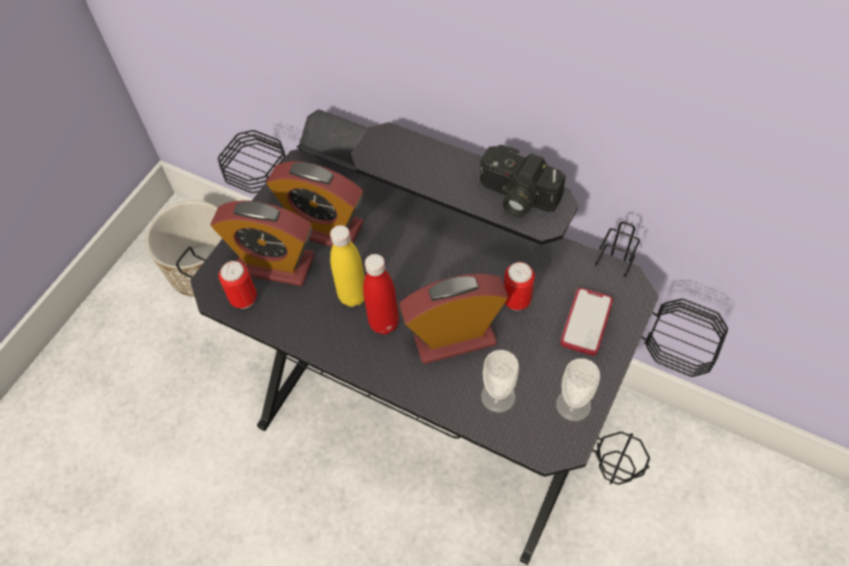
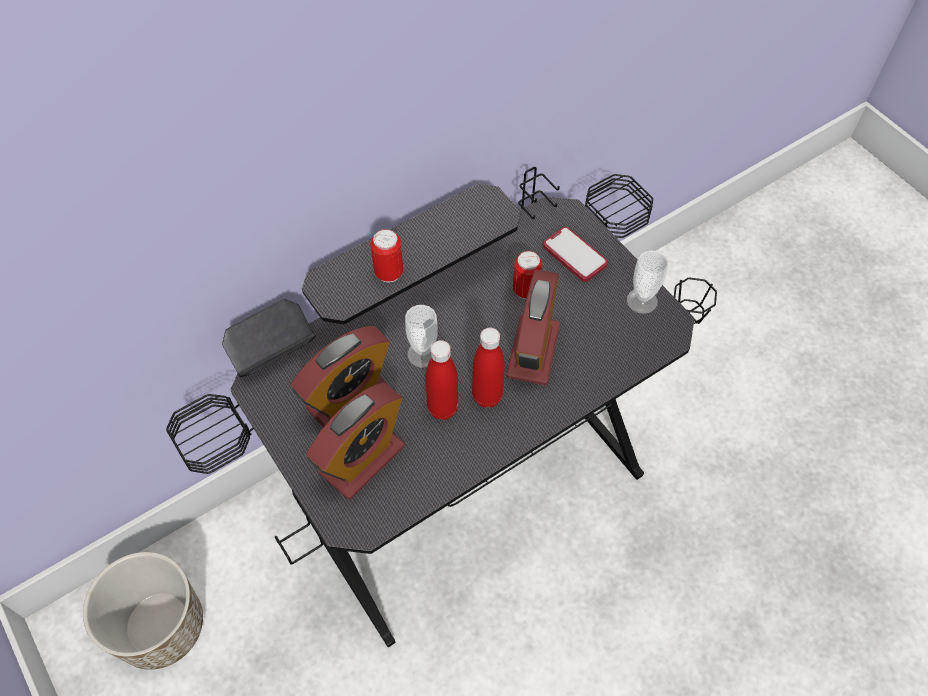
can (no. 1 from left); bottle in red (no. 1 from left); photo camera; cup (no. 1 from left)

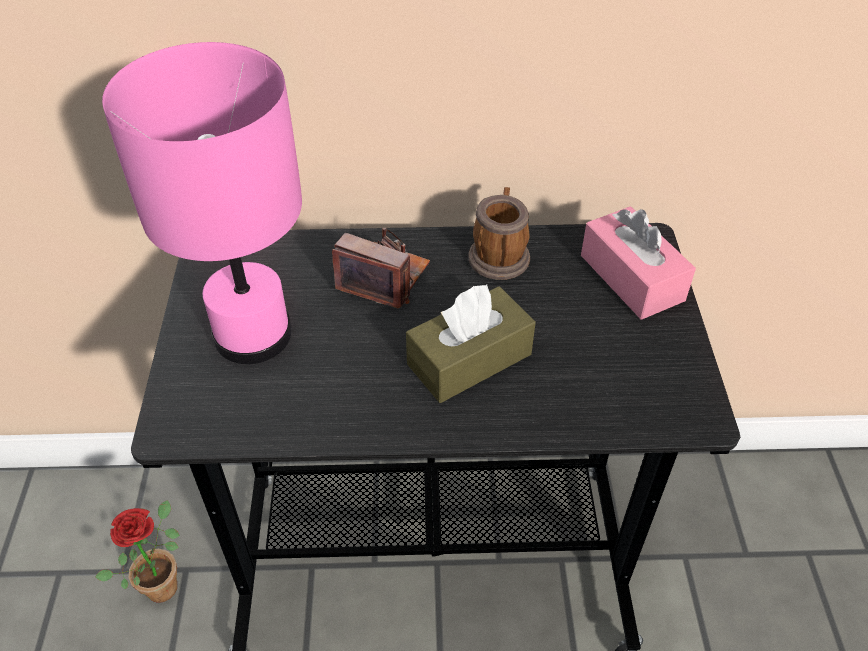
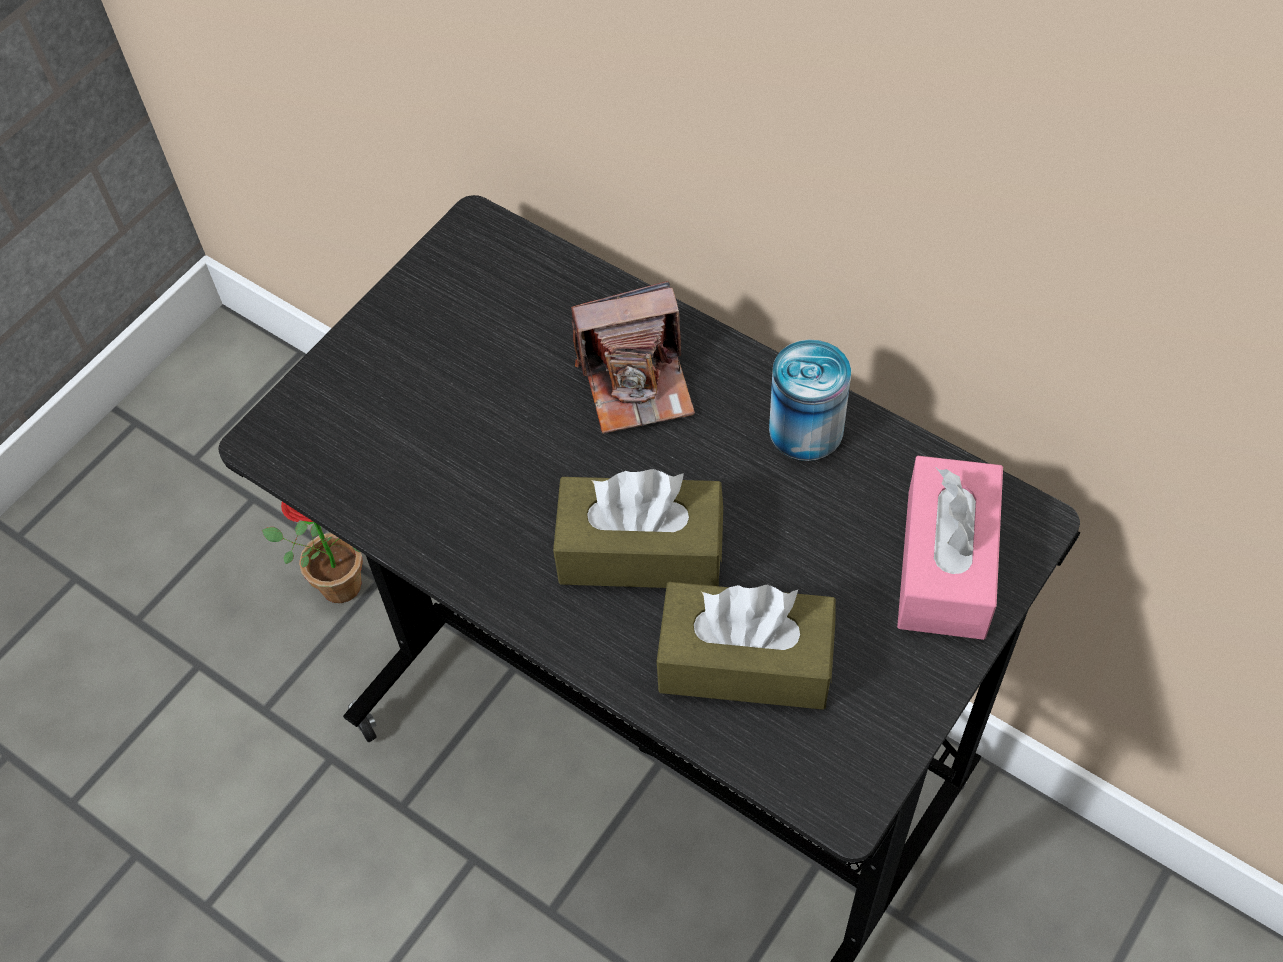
table lamp in pink; photo camera; can; tissue box in brown (no. 2 from left)

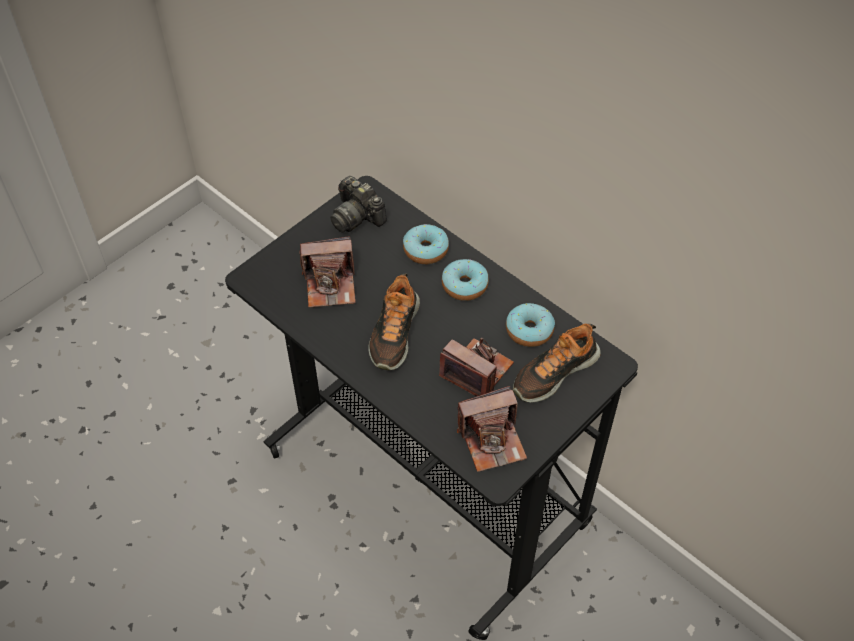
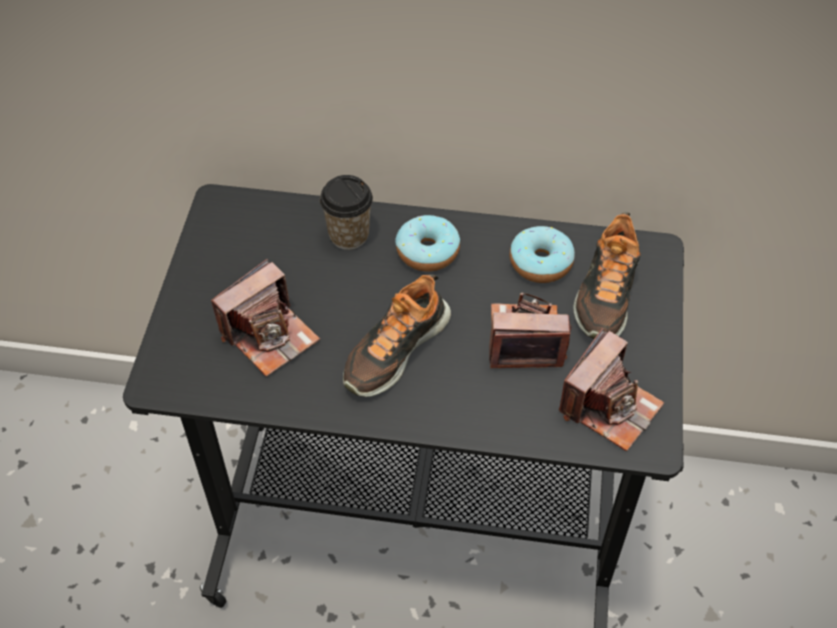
photo camera (no. 2 from left in the first image); shoe (no. 1 from left); cup

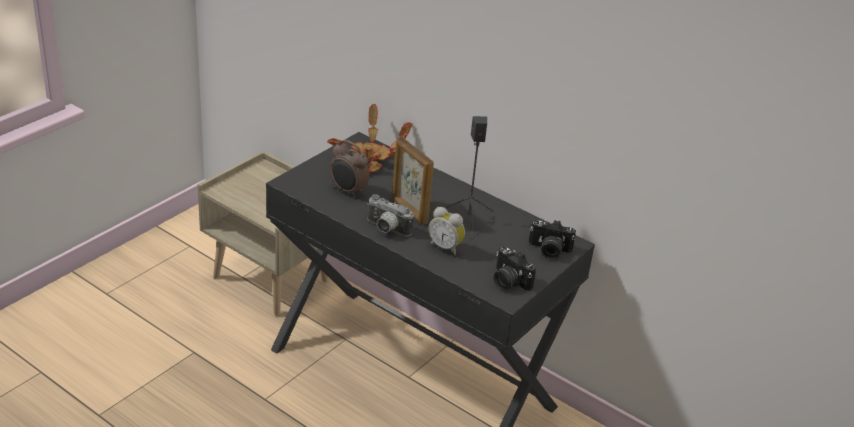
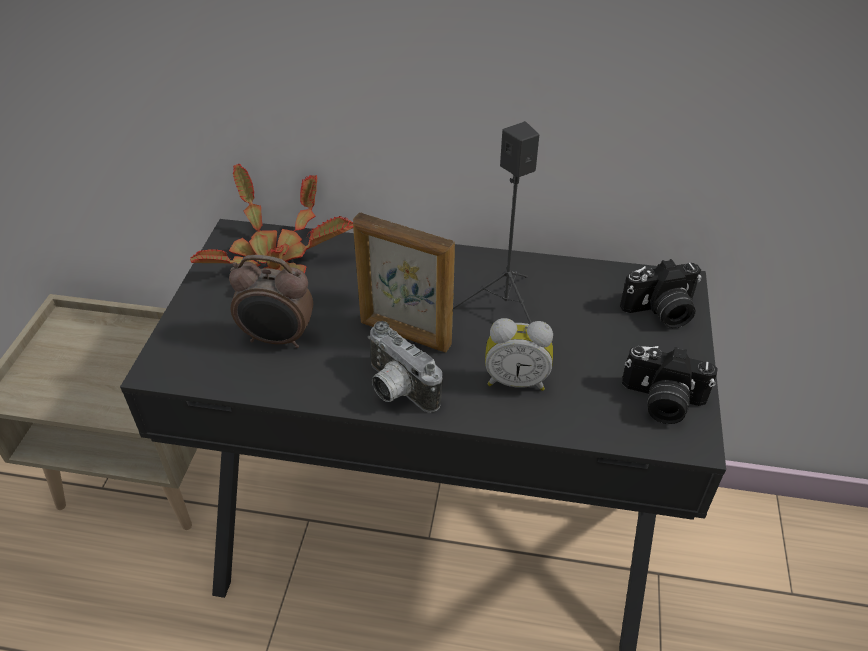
photo camera (no. 1 from left)

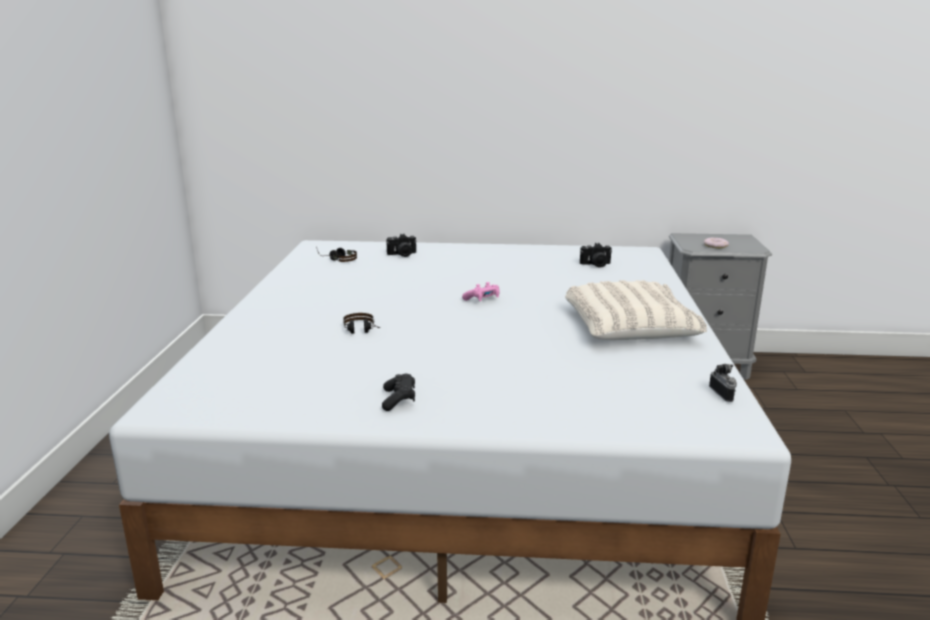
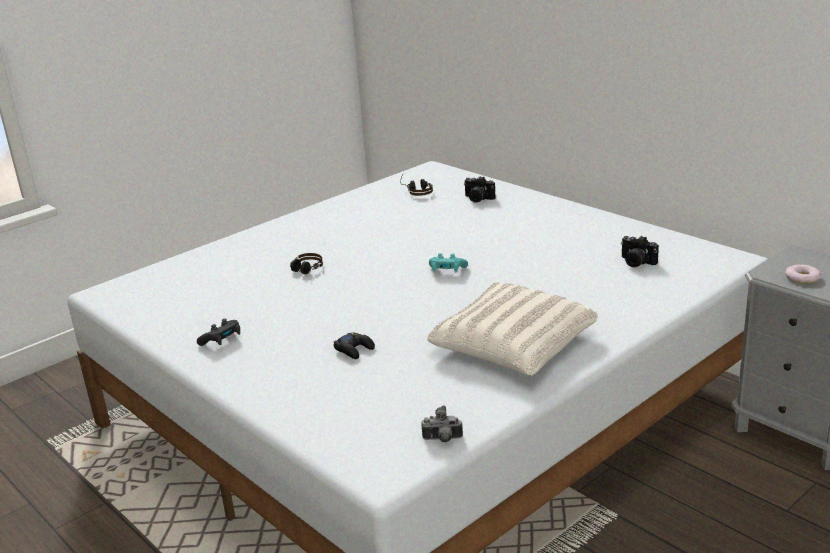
game controller in turquoise; photo camera (no. 1 from left); game controller in black (no. 2 from left)

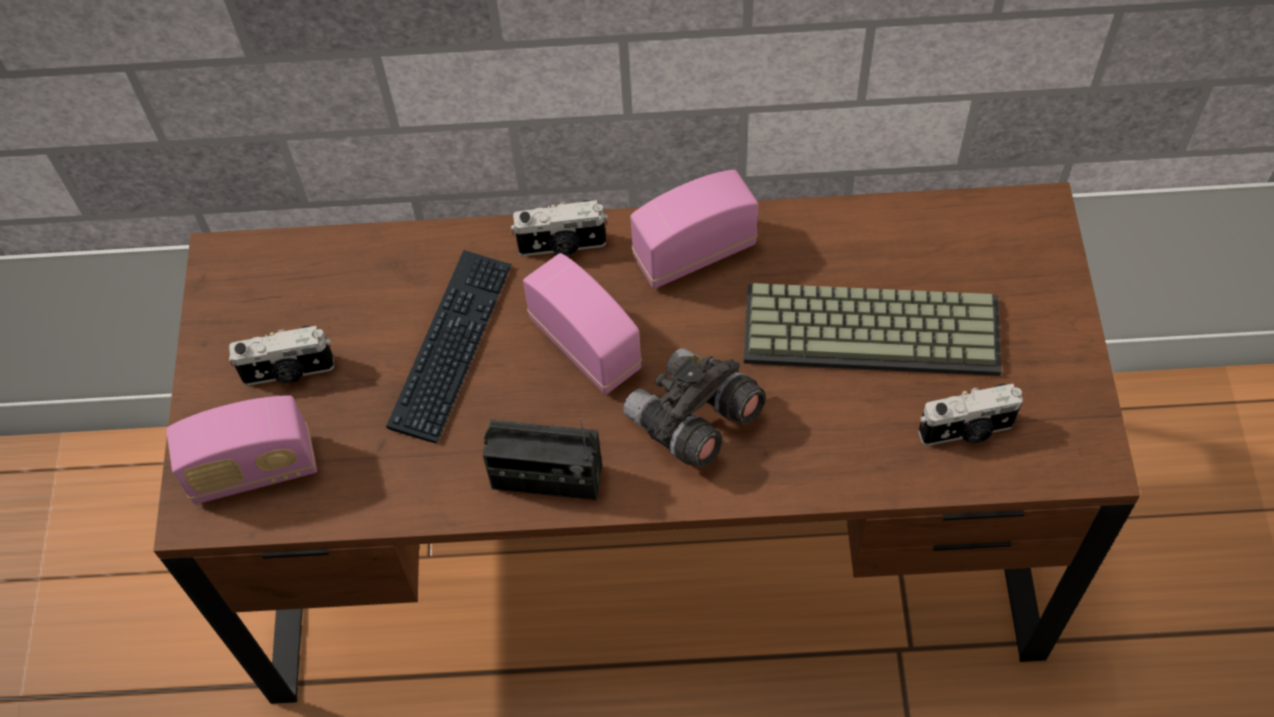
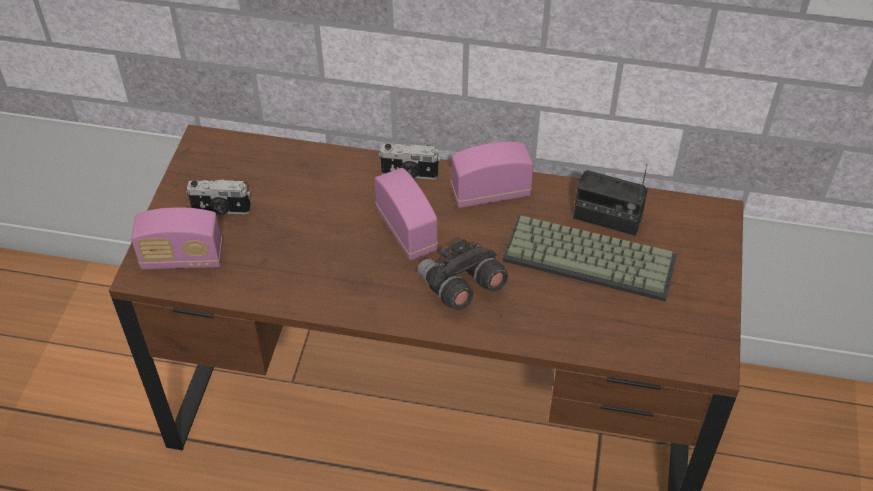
keyboard (no. 1 from left in the first image); radio (no. 4 from left); photo camera (no. 3 from left in the first image)

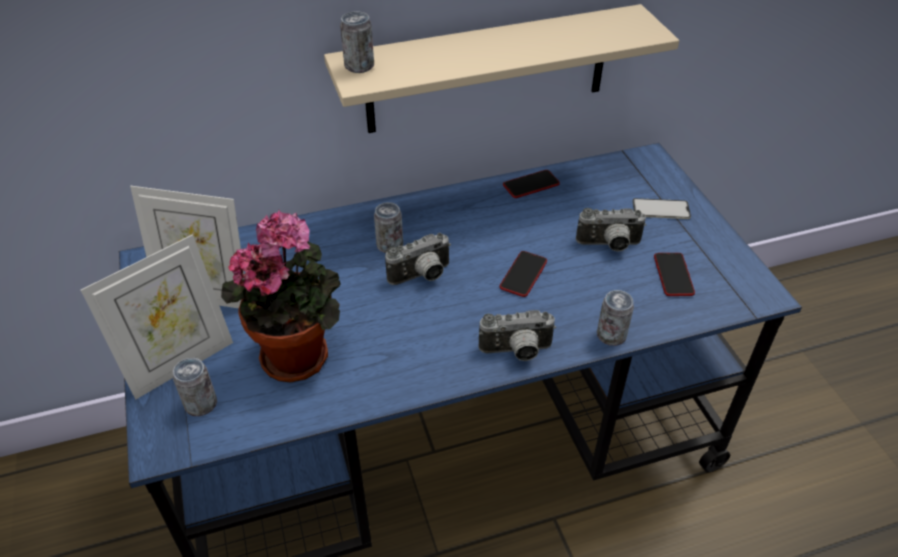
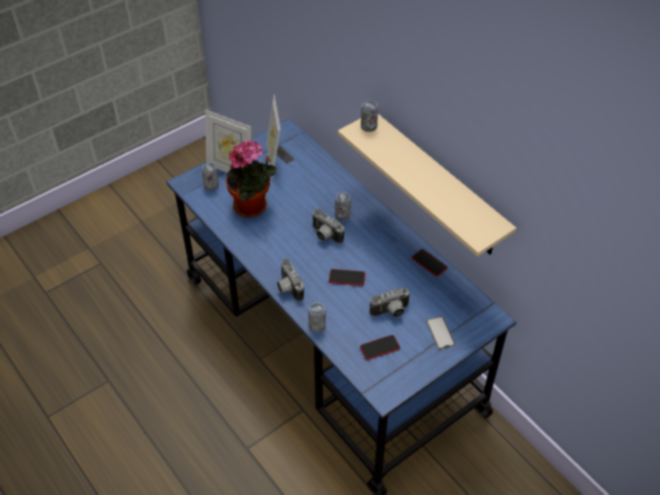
photo camera (no. 3 from left)

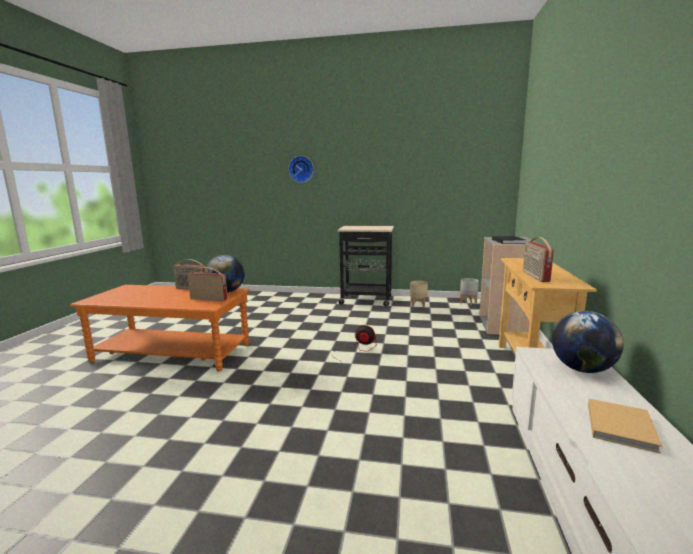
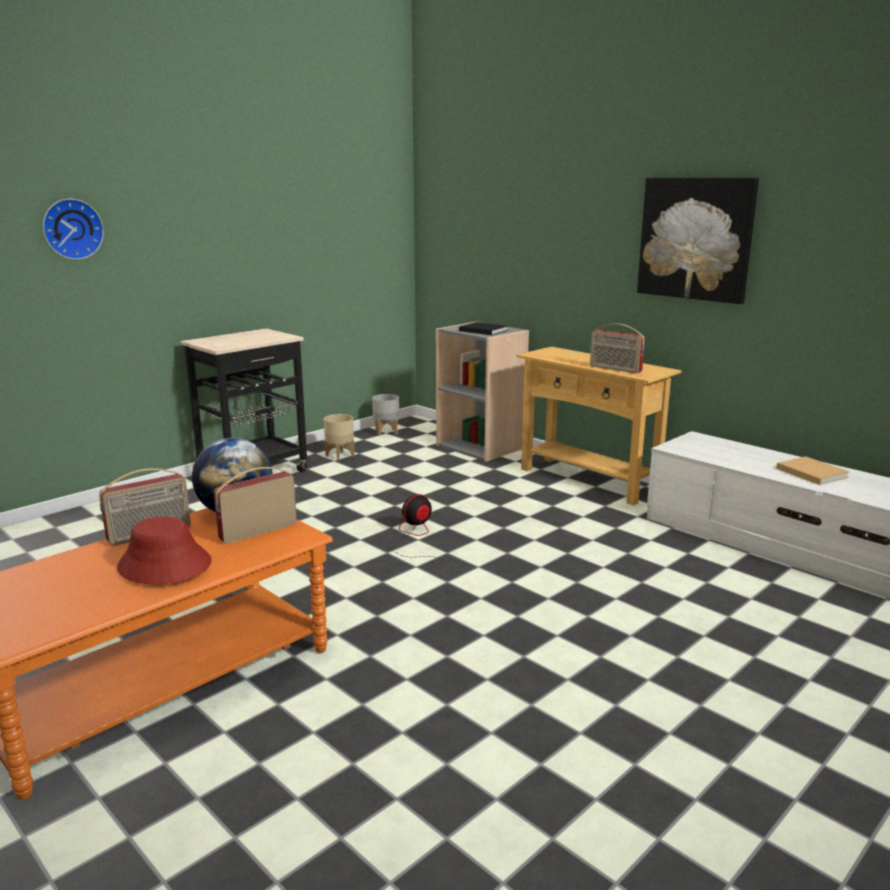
globe (no. 2 from left in the first image); hat in red; picture

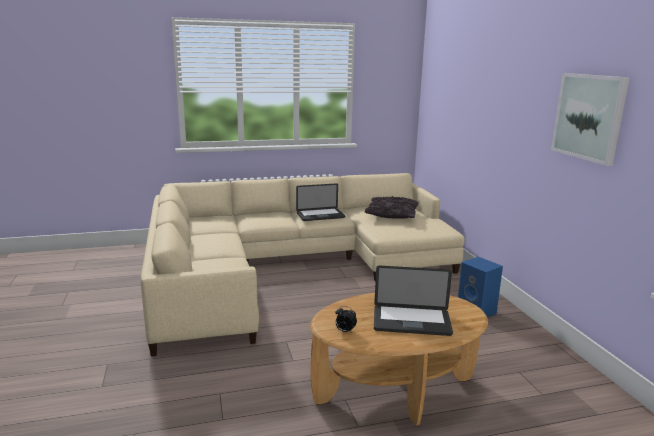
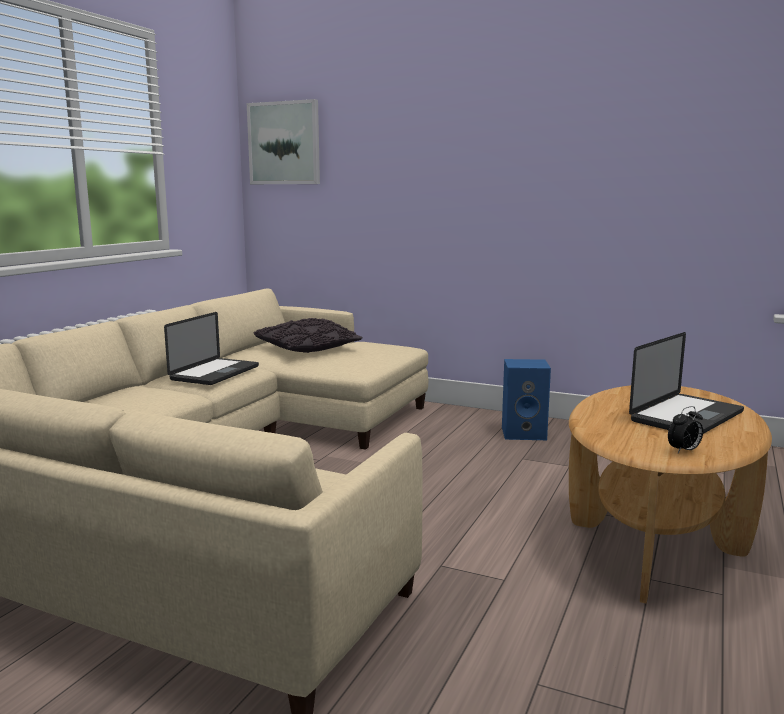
picture

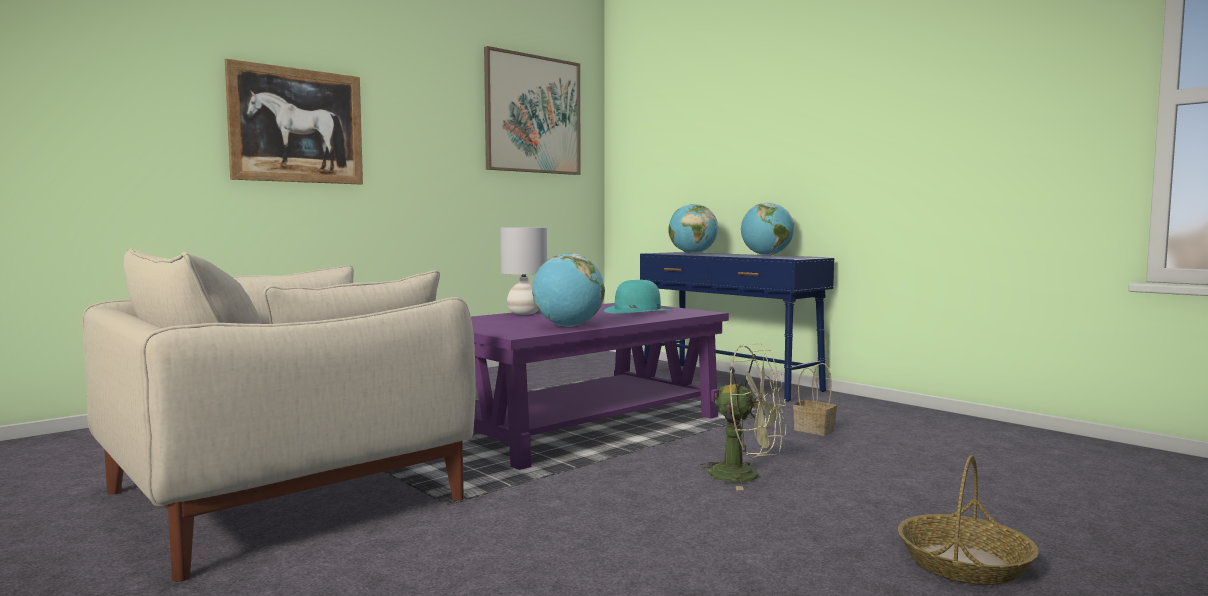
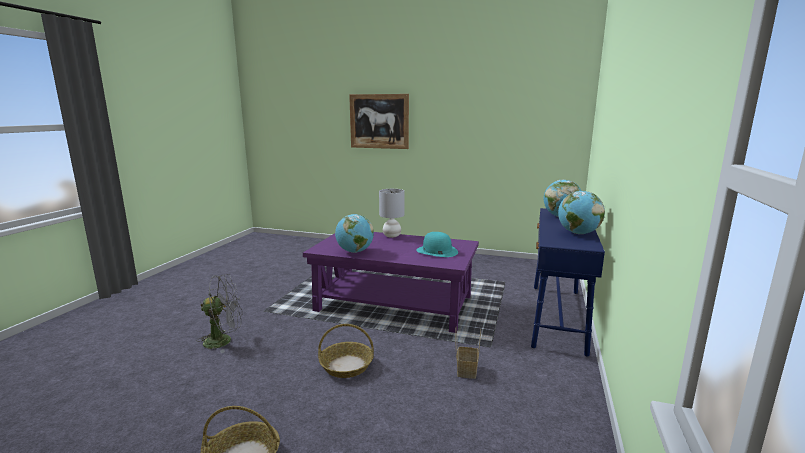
armchair in beige; picture (no. 2 from left in the first image); basket (no. 2 from left); fan in grey

